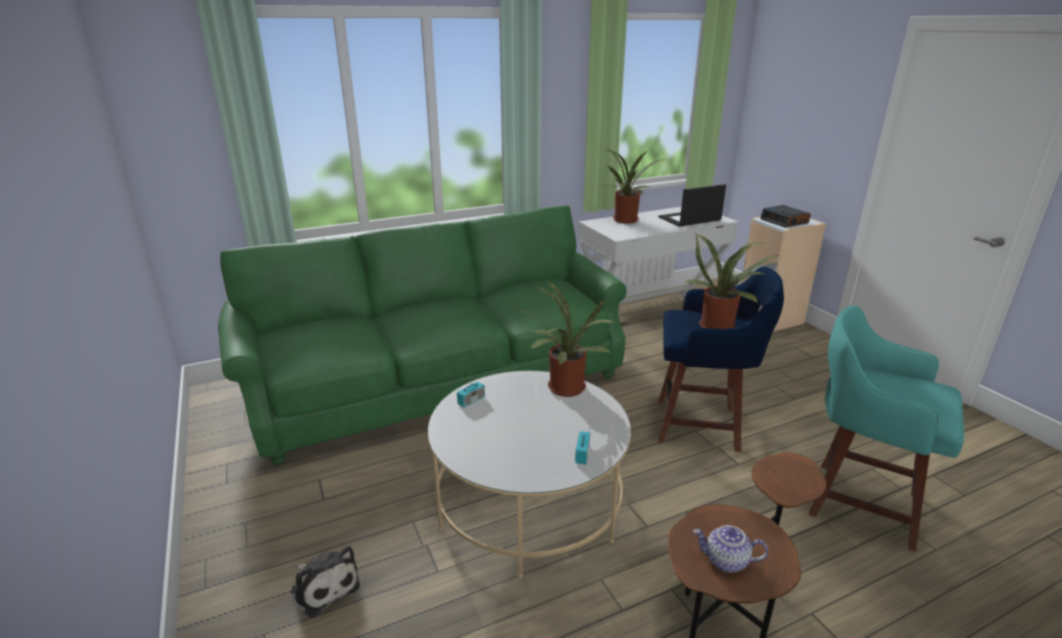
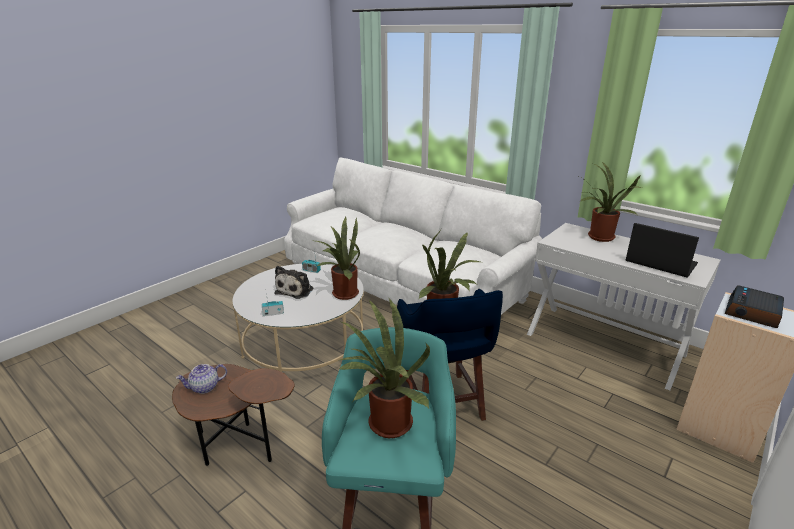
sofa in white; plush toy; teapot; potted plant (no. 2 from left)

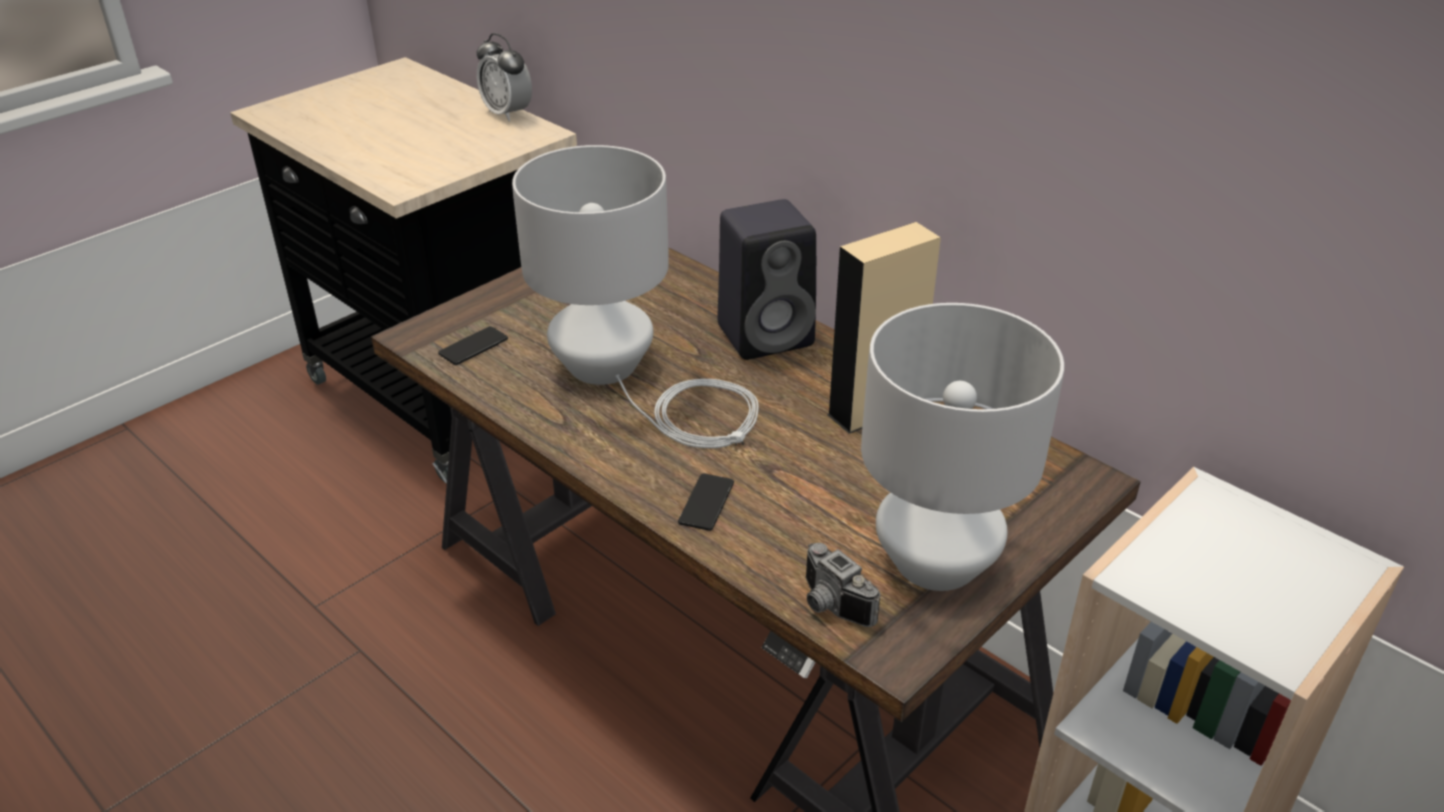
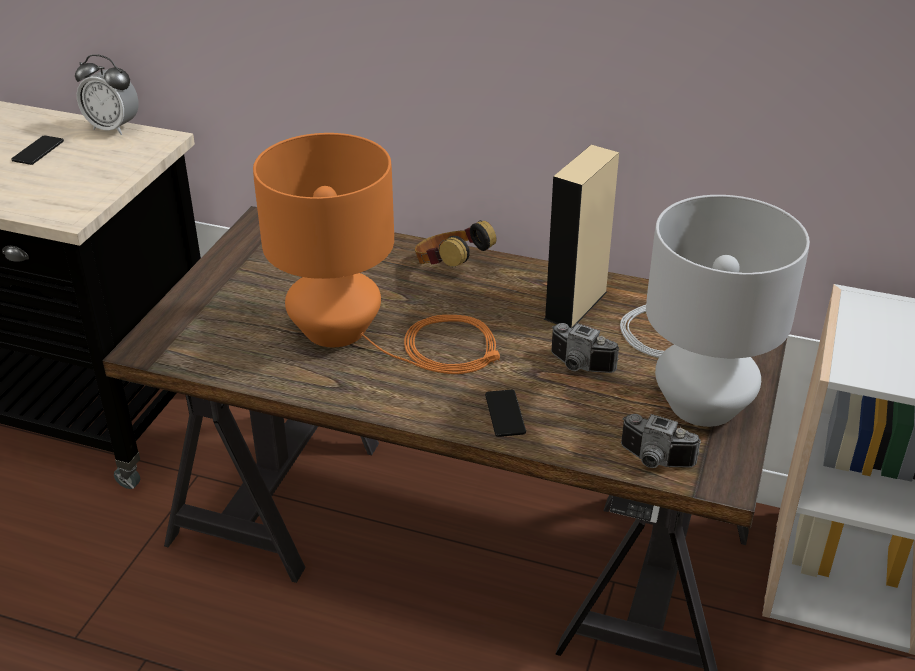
phone (no. 1 from left); table lamp in orange; headphones; photo camera (no. 1 from left)

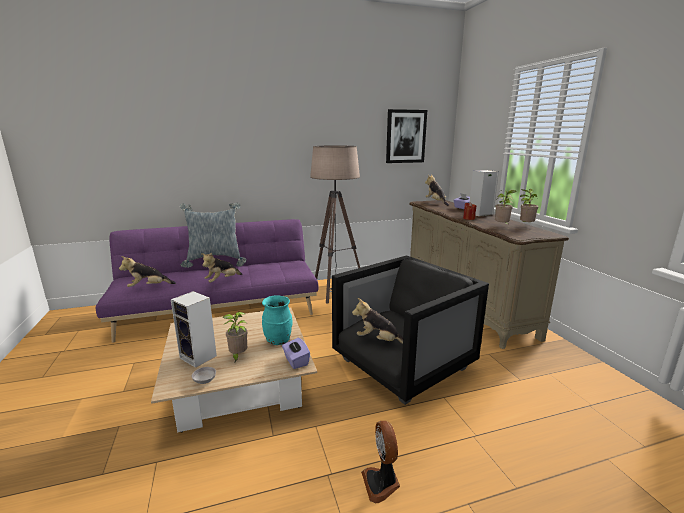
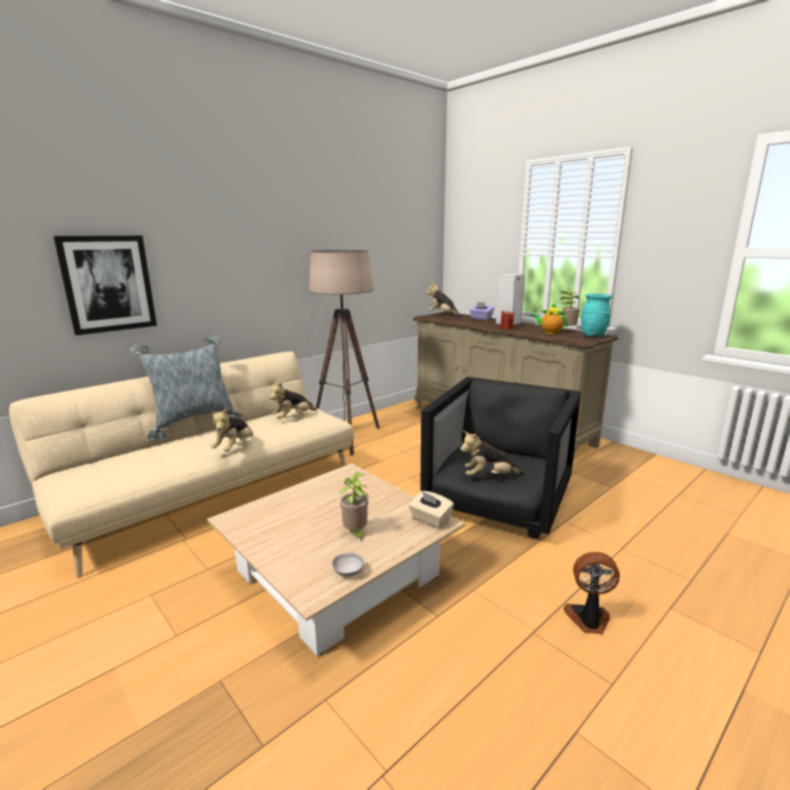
sofa in beige; plush toy (no. 2 from left); speaker (no. 1 from left in the first image); vase in turquoise; tissue box in beige; fan; picture; teapot

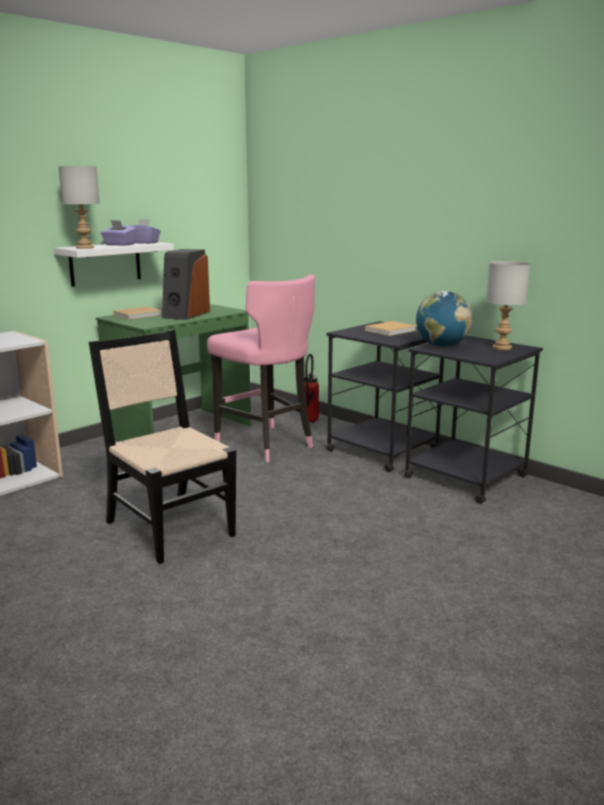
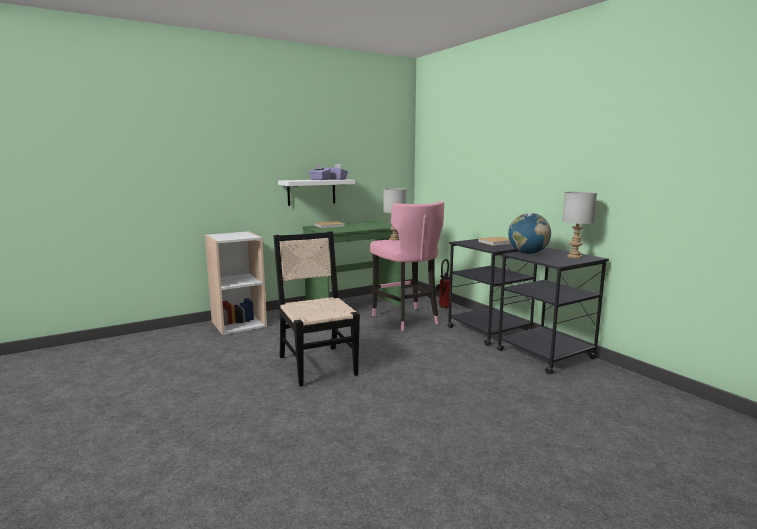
table lamp in grey (no. 1 from left); speaker

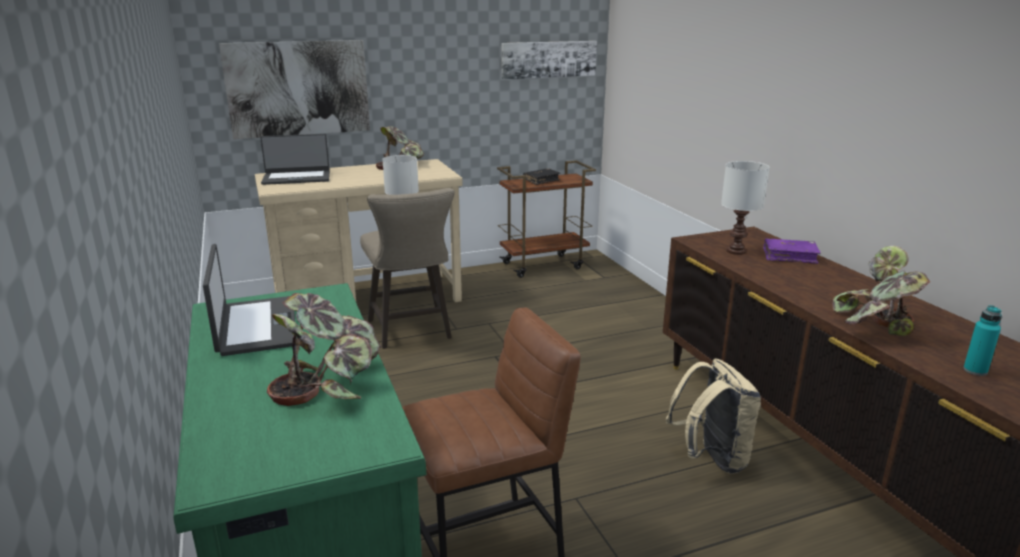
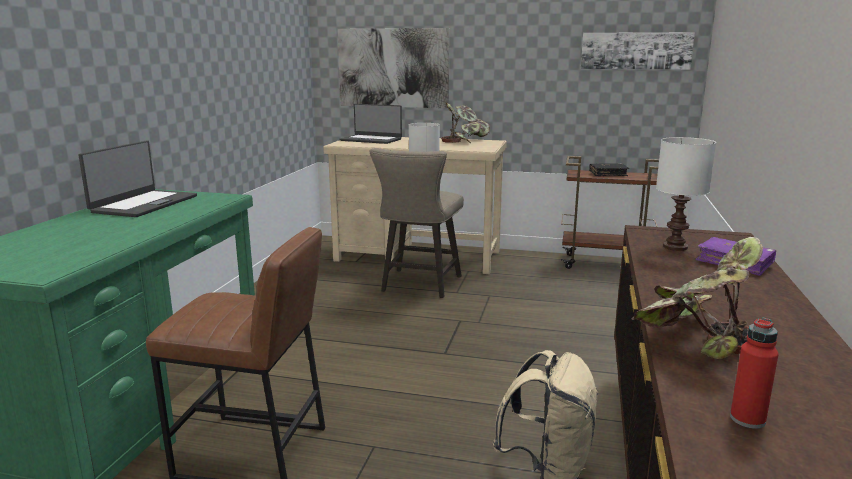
potted plant (no. 1 from left in the first image); bottle in red

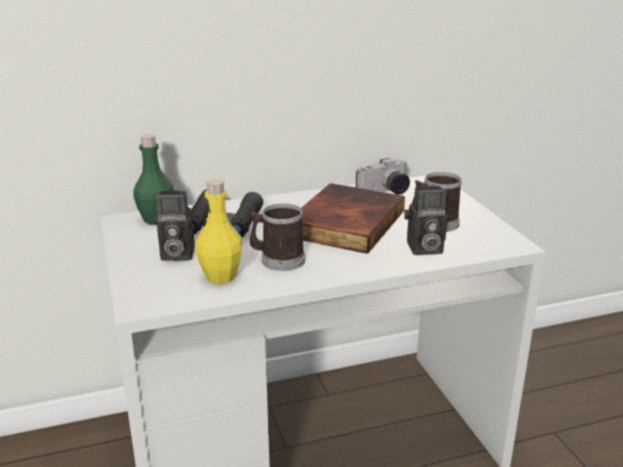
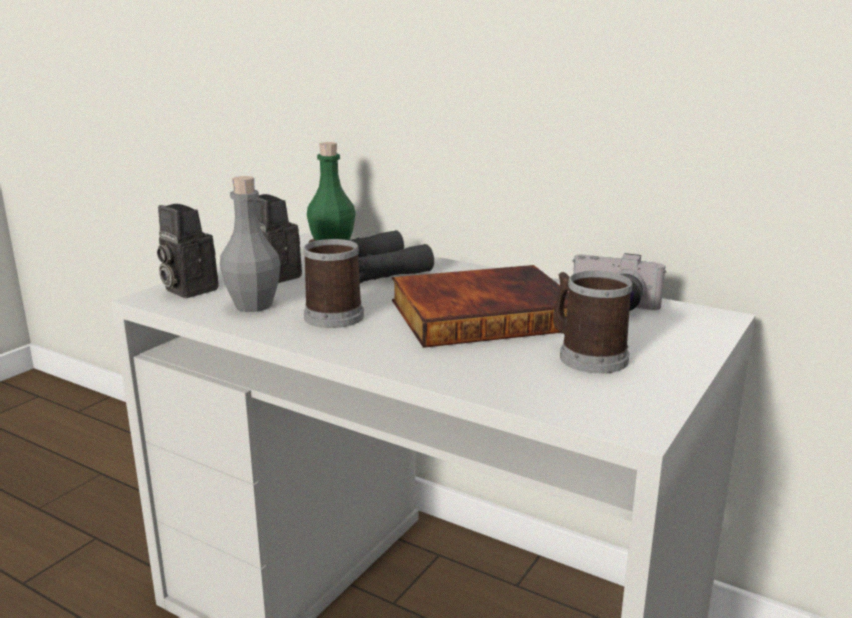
bottle in grey; photo camera (no. 1 from left)

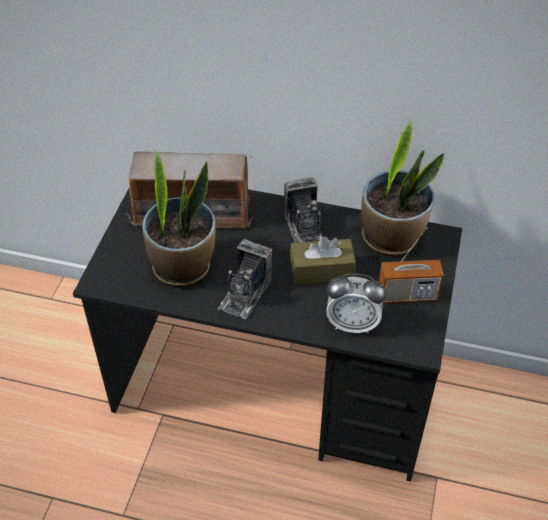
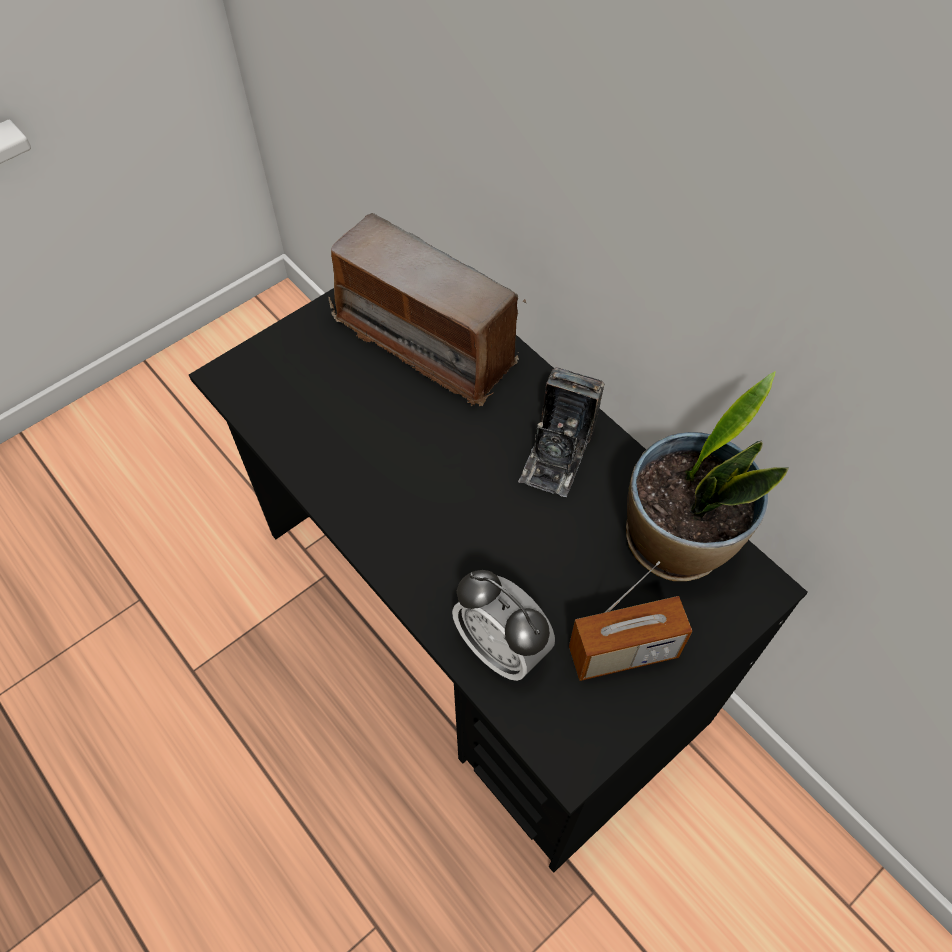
potted plant (no. 1 from left in the first image); photo camera (no. 1 from left in the first image); tissue box in brown; radio (no. 2 from left)

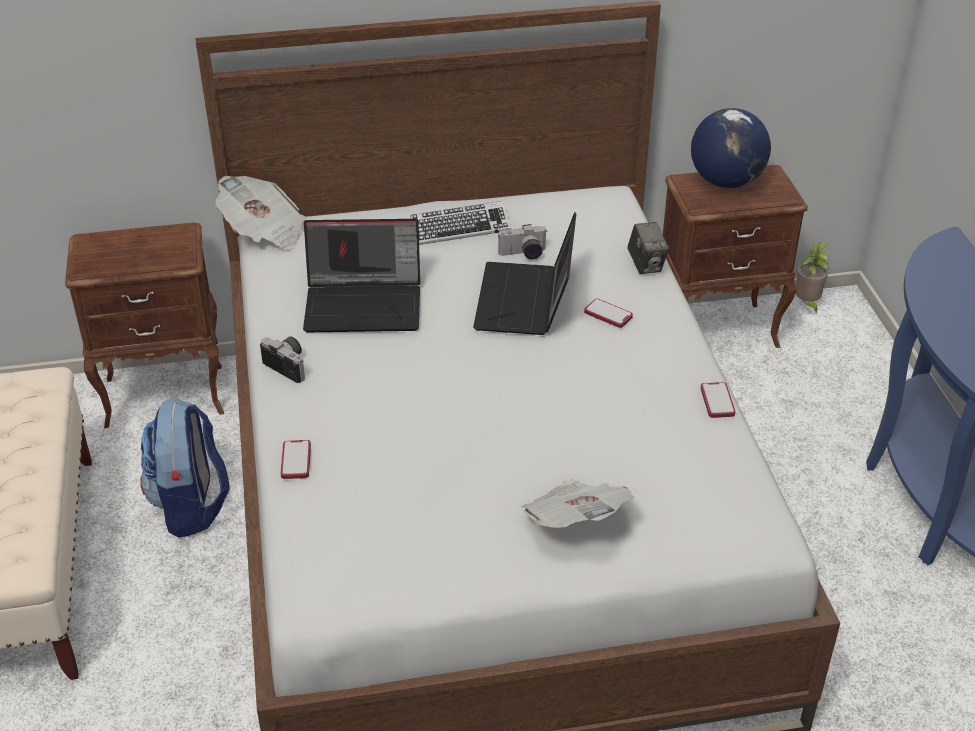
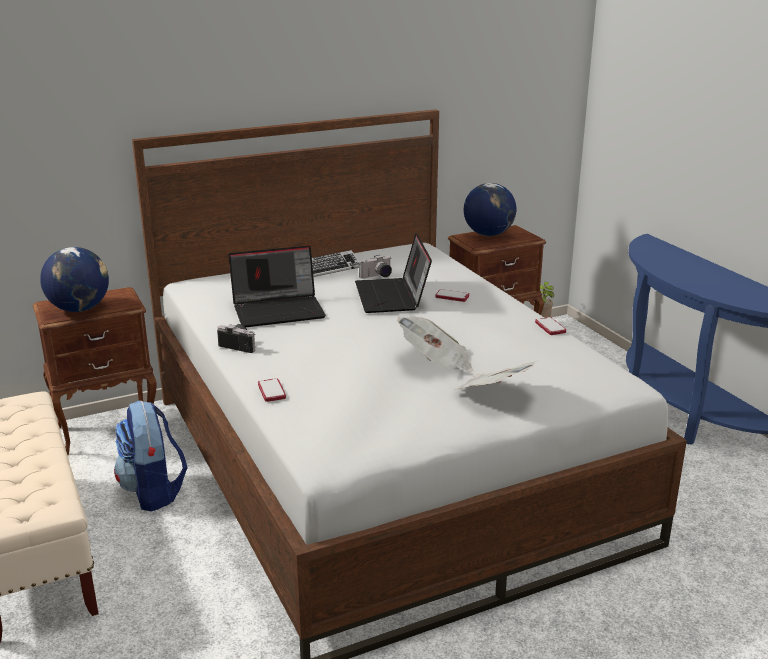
newspaper (no. 1 from left); photo camera (no. 3 from left in the first image); globe (no. 1 from left)

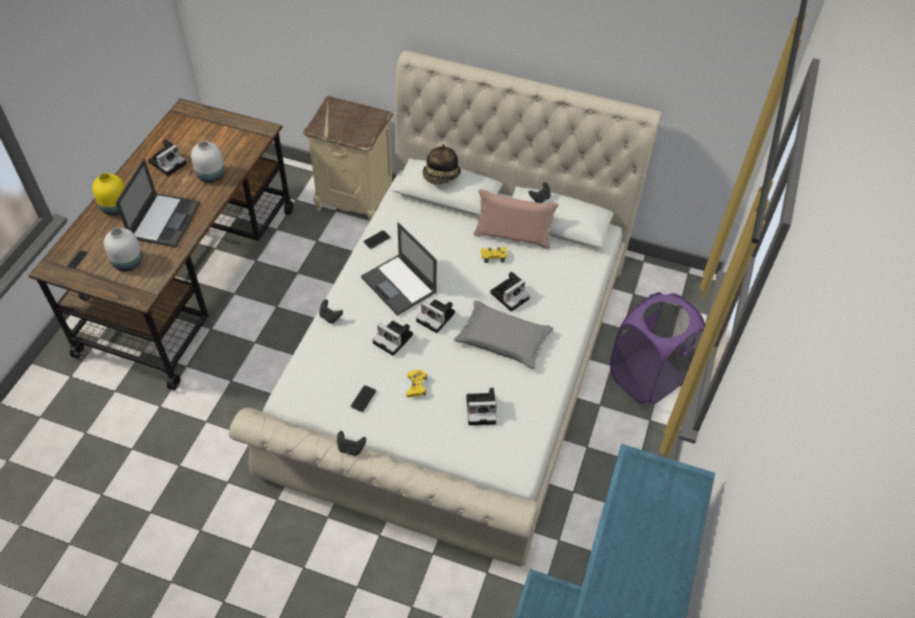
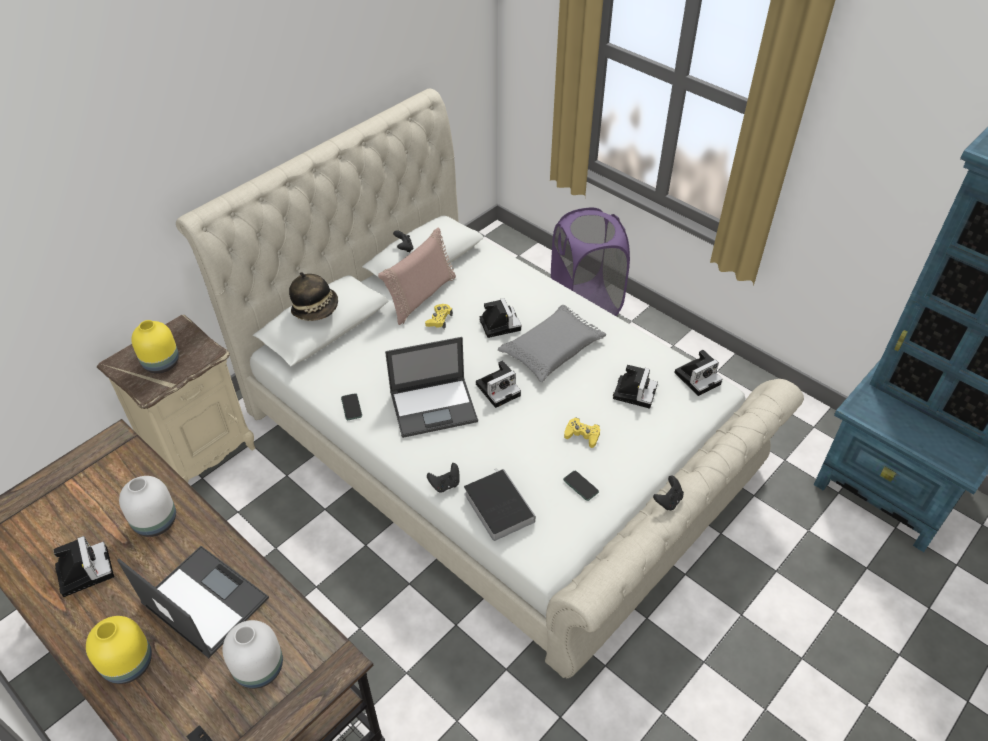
photo camera (no. 5 from left); vase in yellow (no. 2 from left); book

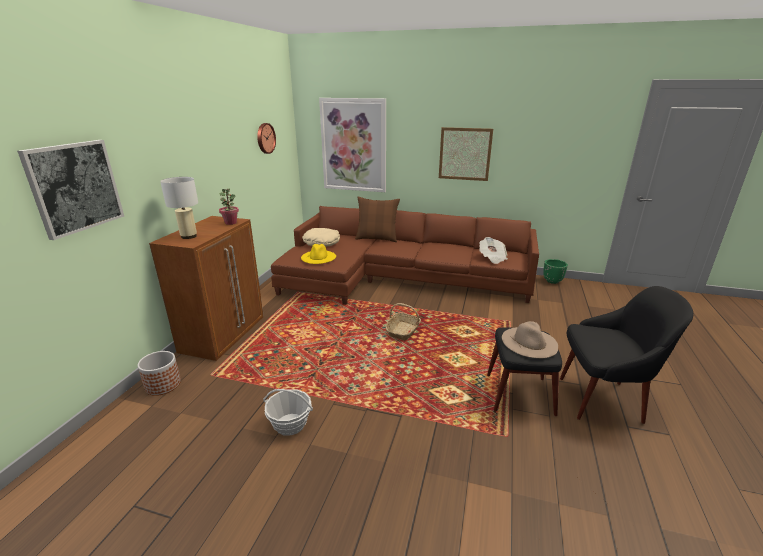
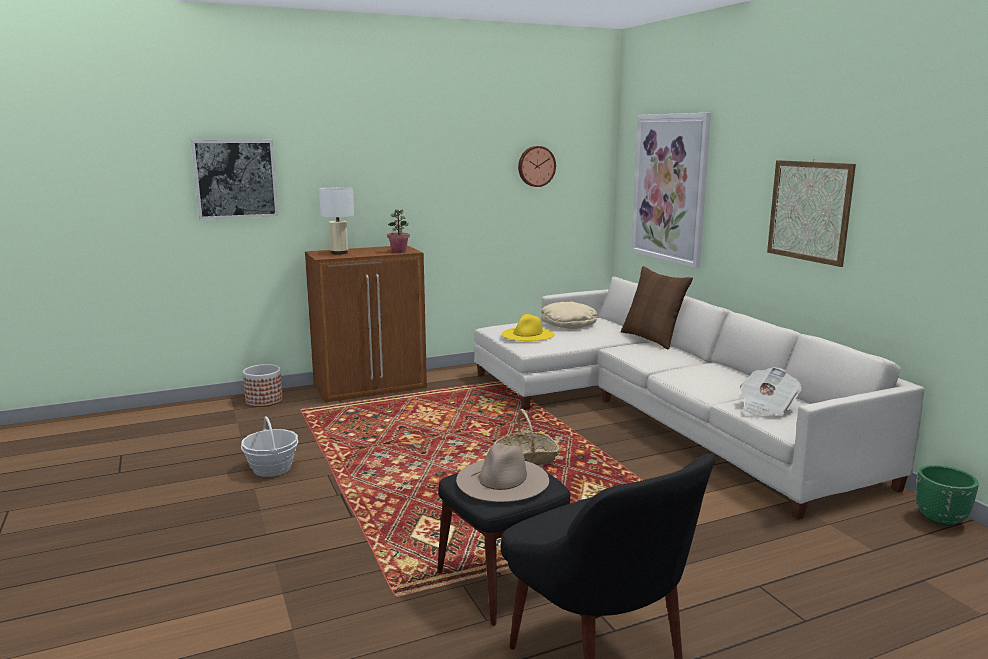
sofa in white

